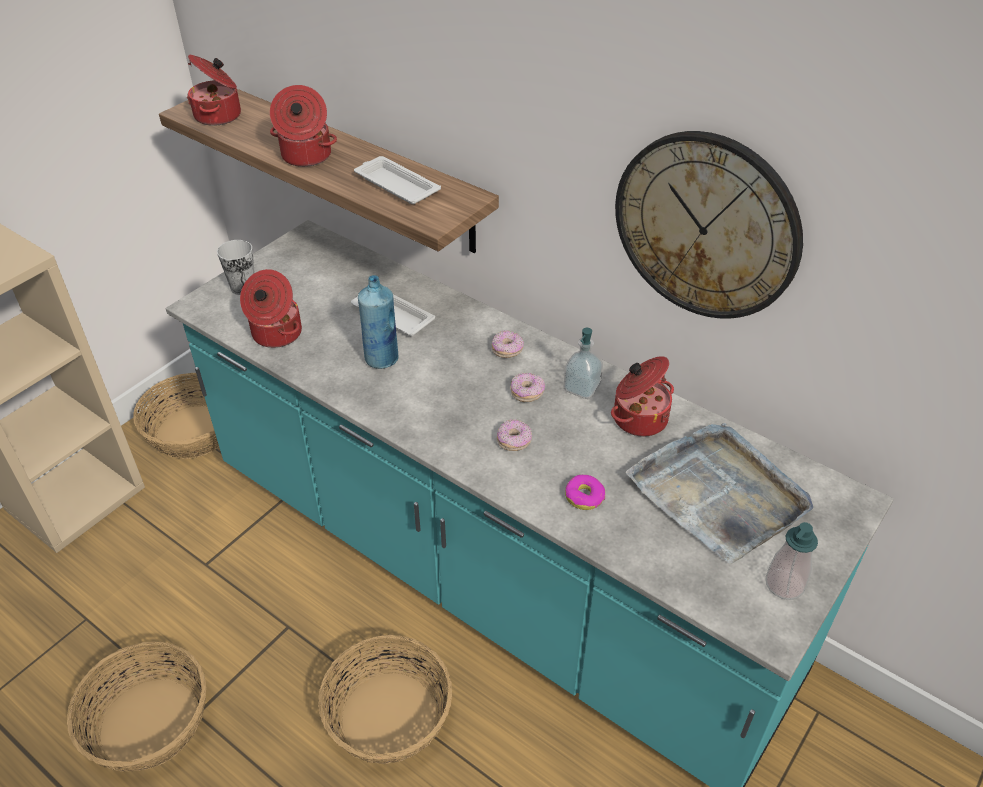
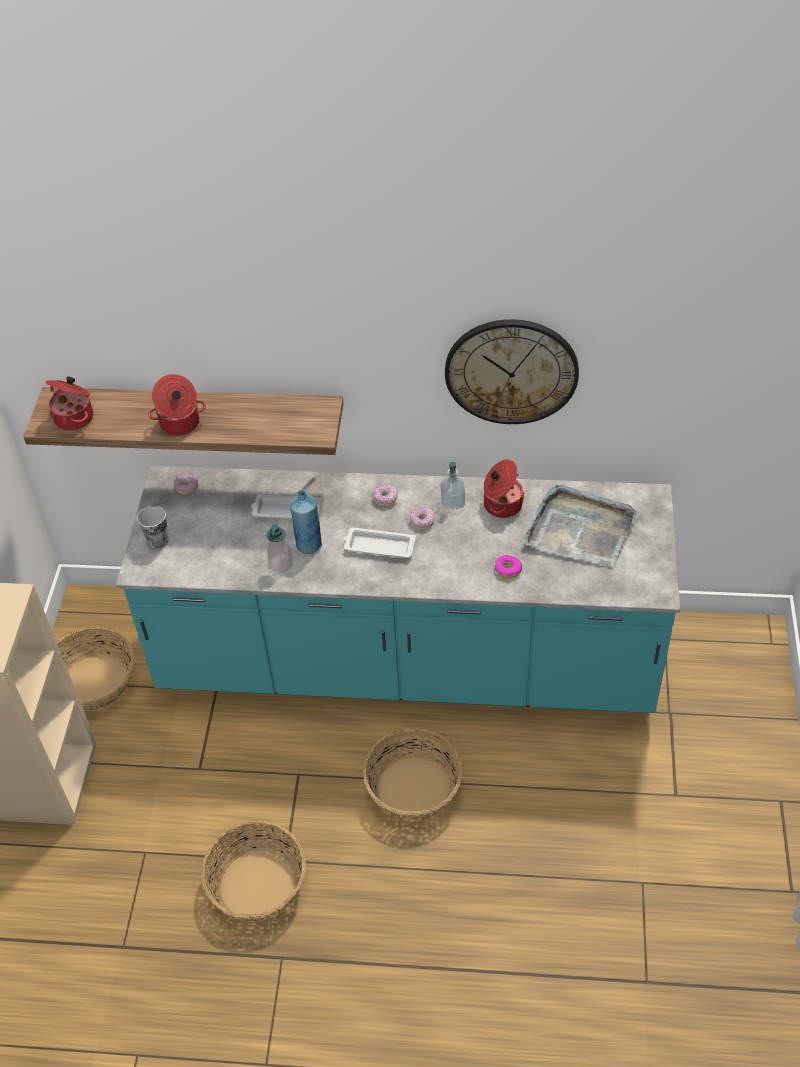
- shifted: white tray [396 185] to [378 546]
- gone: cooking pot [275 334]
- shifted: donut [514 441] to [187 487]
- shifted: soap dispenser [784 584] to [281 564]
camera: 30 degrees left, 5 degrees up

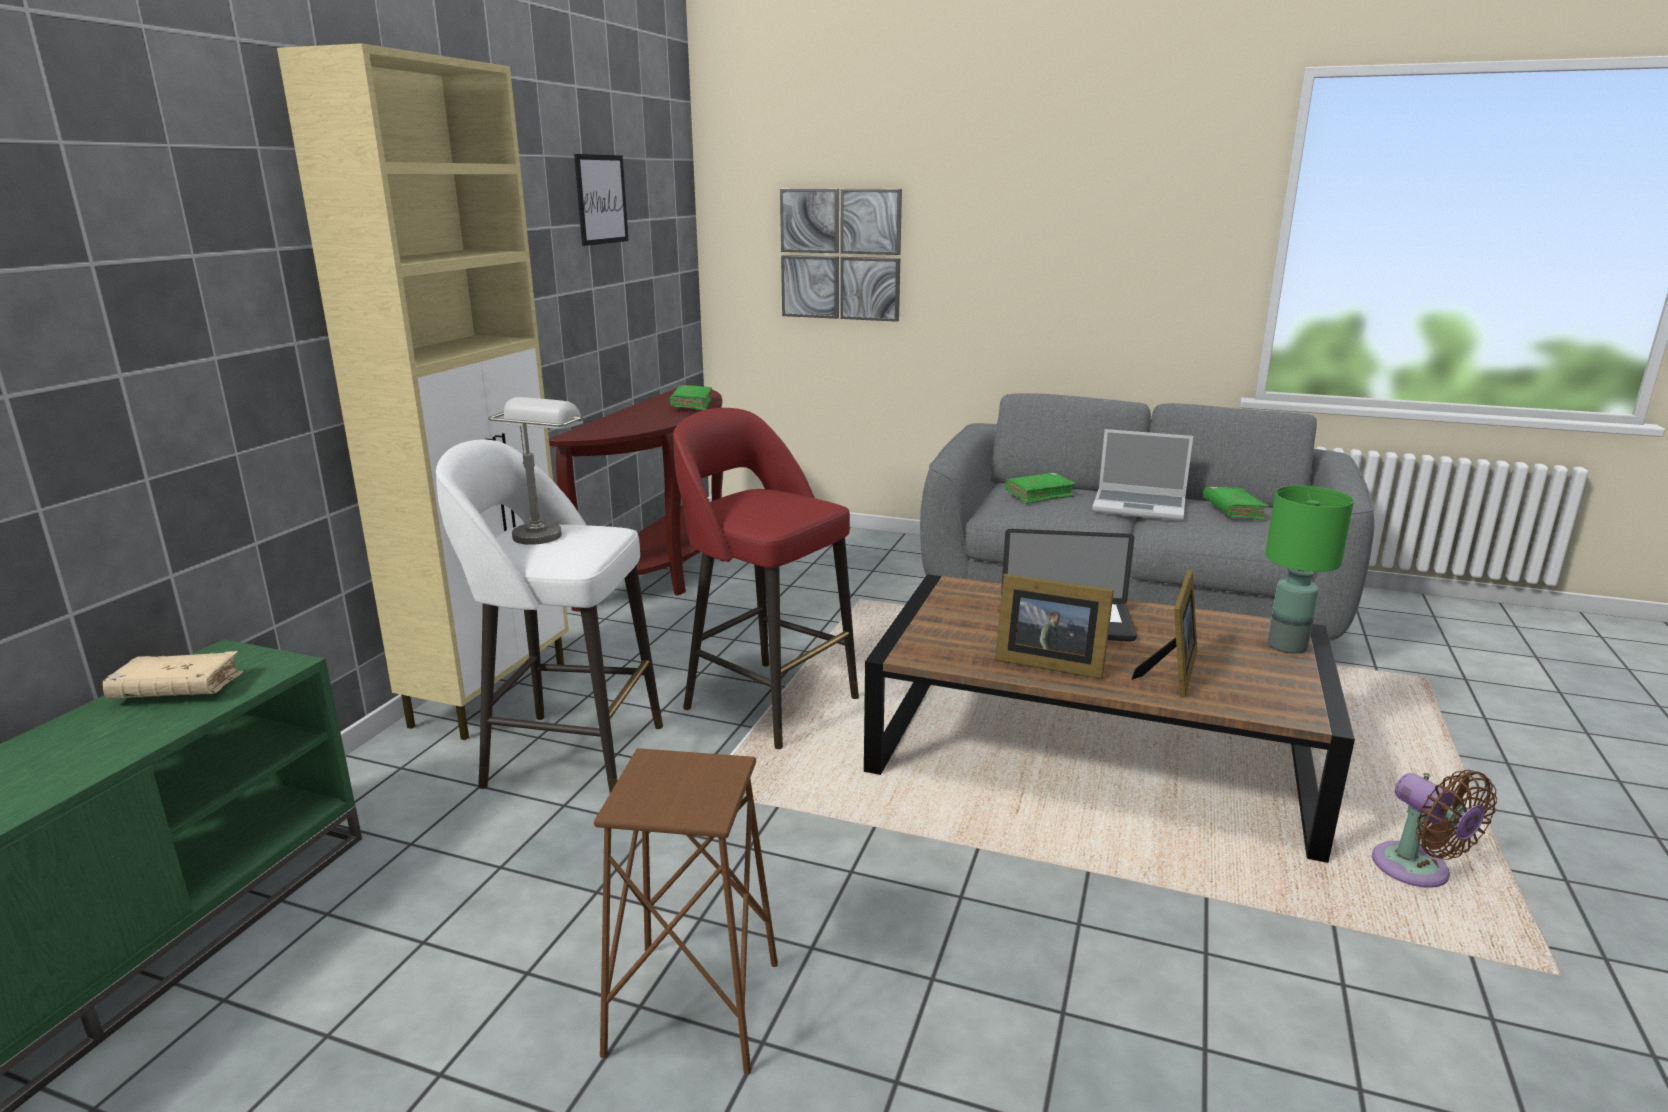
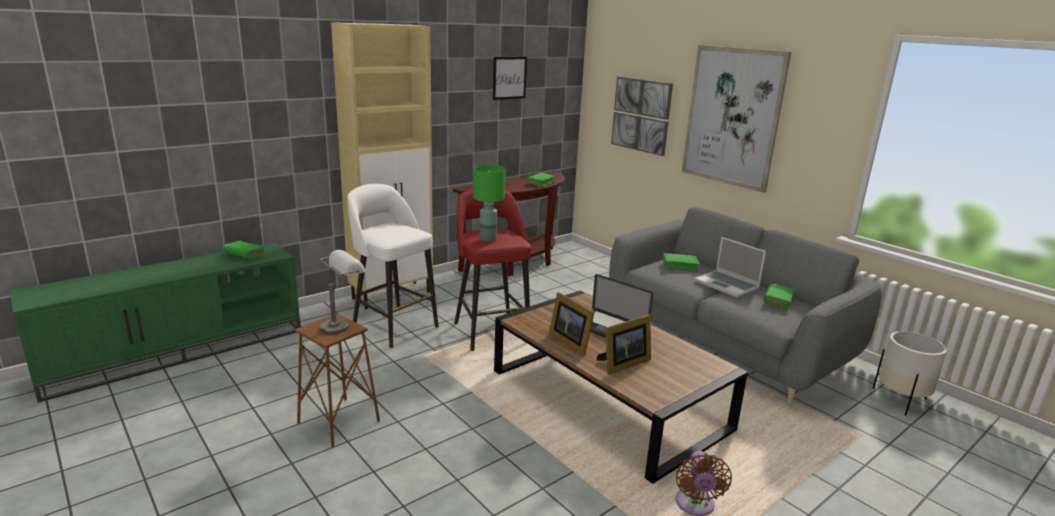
- shifted: grey table lamp [545 530] to [343 325]
- shifted: green table lamp [1286 646] to [487 239]
- repainted: beige book [177 690] to green book [244 255]
- new: picture [732 117]
- new: white planter [901 400]
camera: 30 degrees right, 0 degrees up

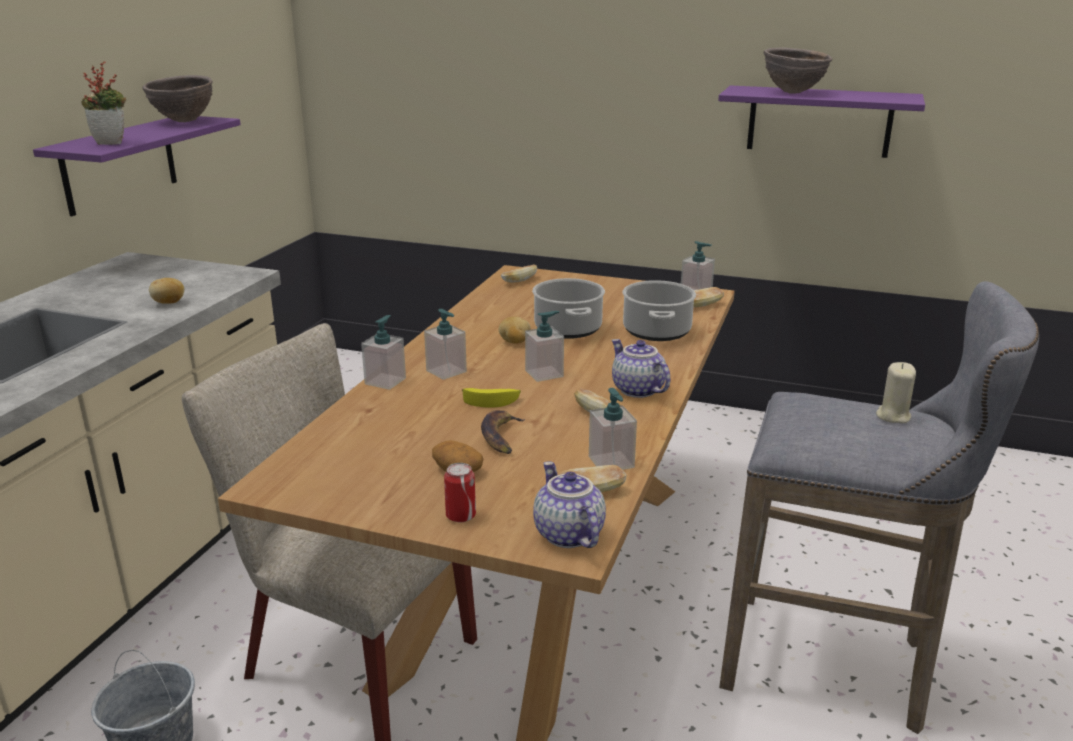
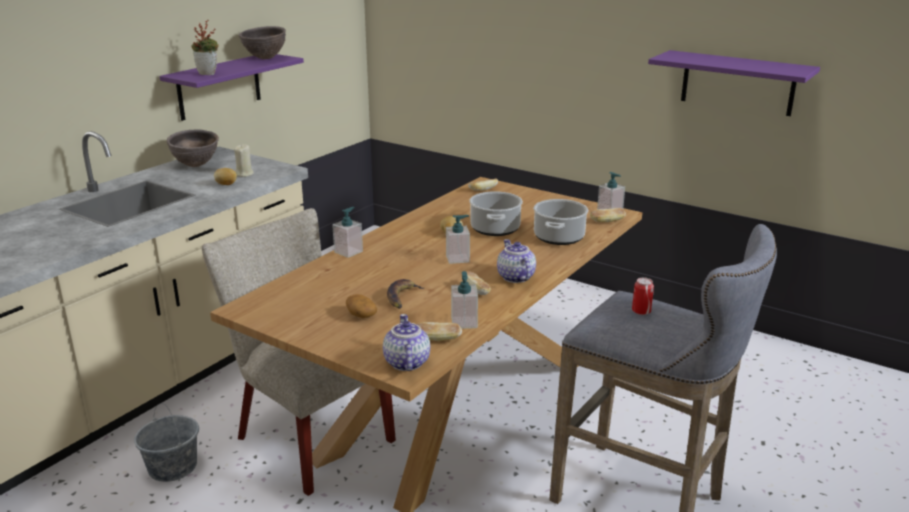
- shifted: brown bowl [793 93] to [196 165]
- gone: soap dispenser [446 371]
- shifted: beige candle [892 416] to [244 174]
- gone: banana [492 401]
- shifted: can [460 516] to [641 311]
camera: 15 degrees right, 0 degrees up

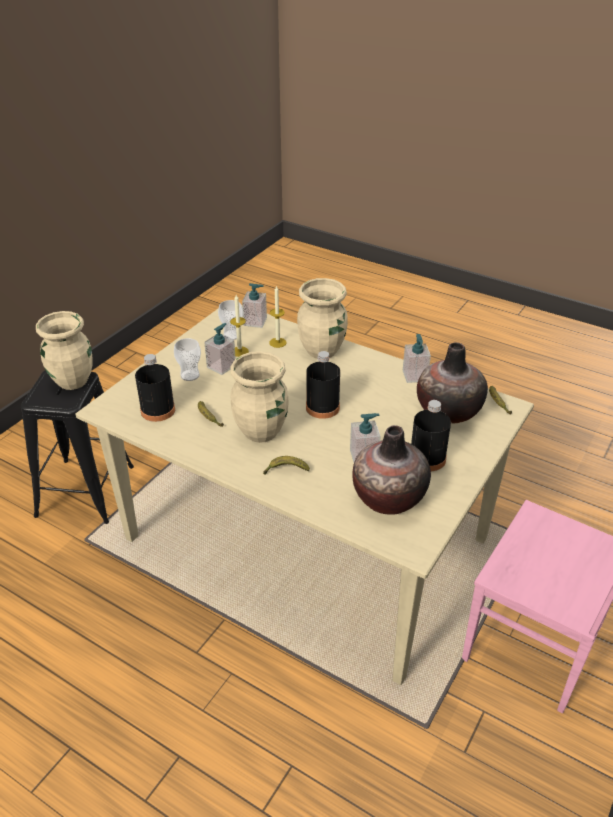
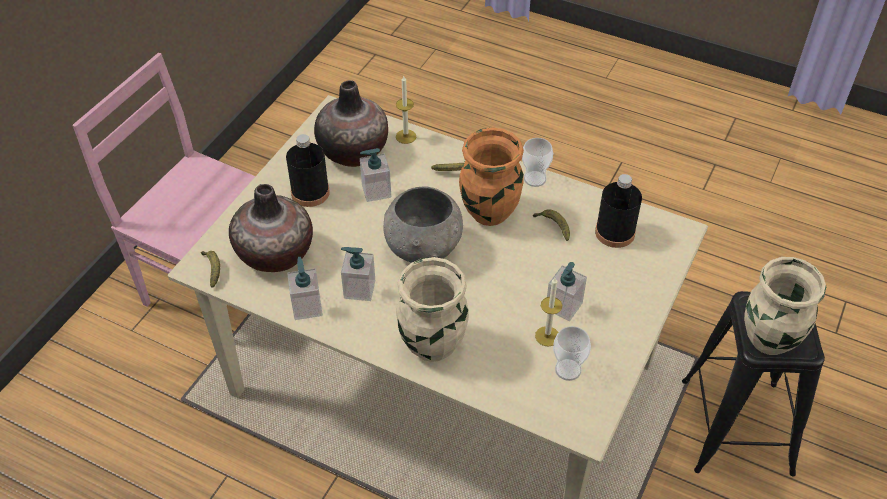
- shifted: soap dispenser [255 322] to [359 289]
- shifted: candle [277 342] to [406 136]
- shifted: cup [190 375] to [535 179]
- repainted: beige vase [261 431] to orange vase [488 213]
- swapped: black bottle [322 407] to grey bowl [424 249]
camera: 175 degrees right, 10 degrees up

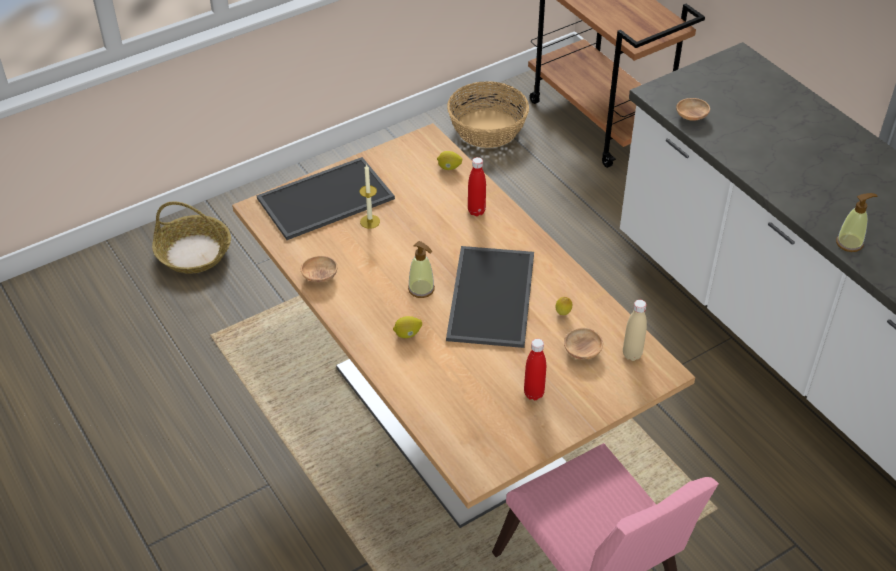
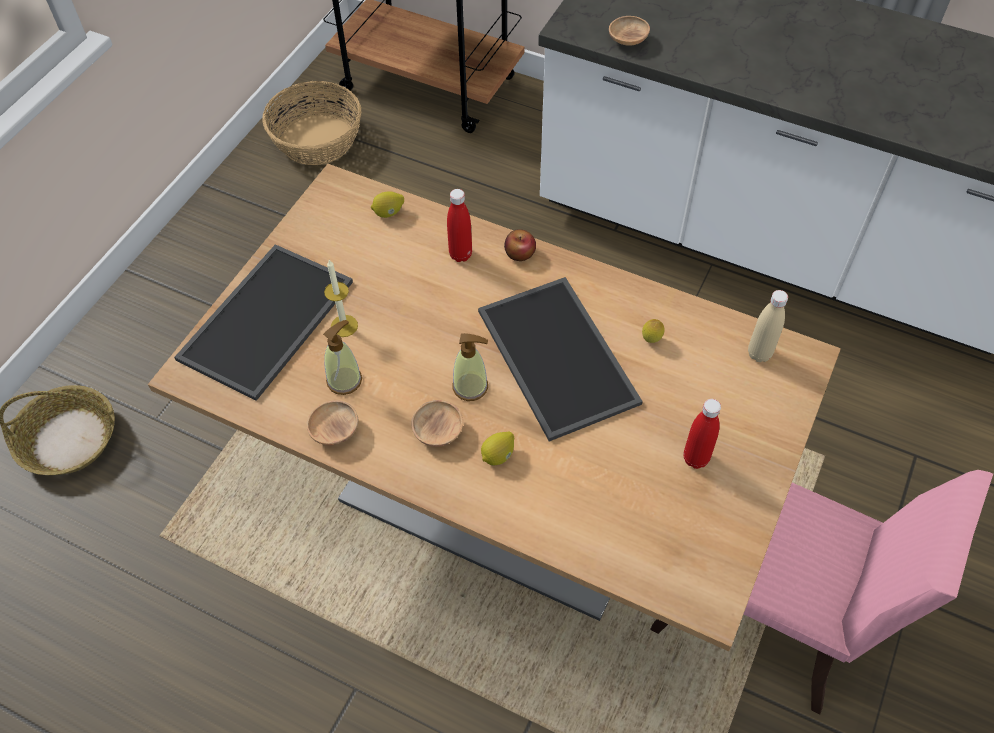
- shifted: soap dispenser [849 243] to [344 380]
- shifted: brown bowl [582 351] to [438 431]
- new: apple [520 253]
camera: 30 degrees left, 10 degrees up

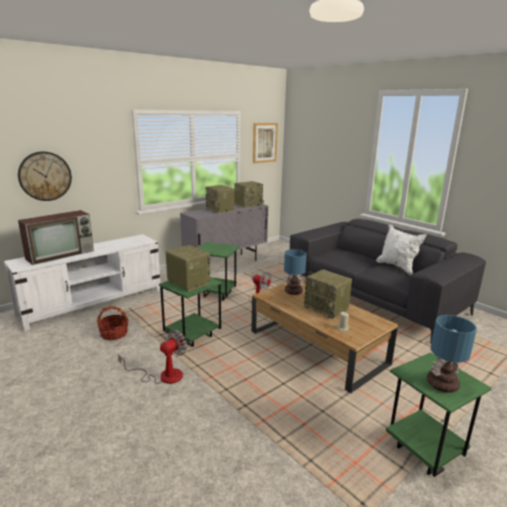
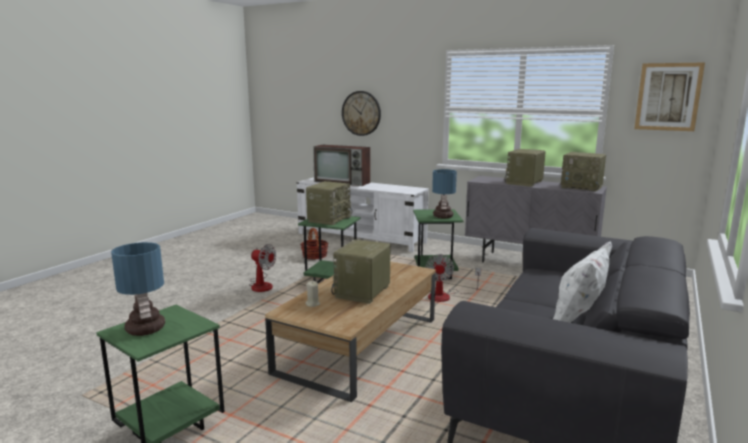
- shifted: table lamp [292 292] to [442 216]
camera: 70 degrees right, 5 degrees down

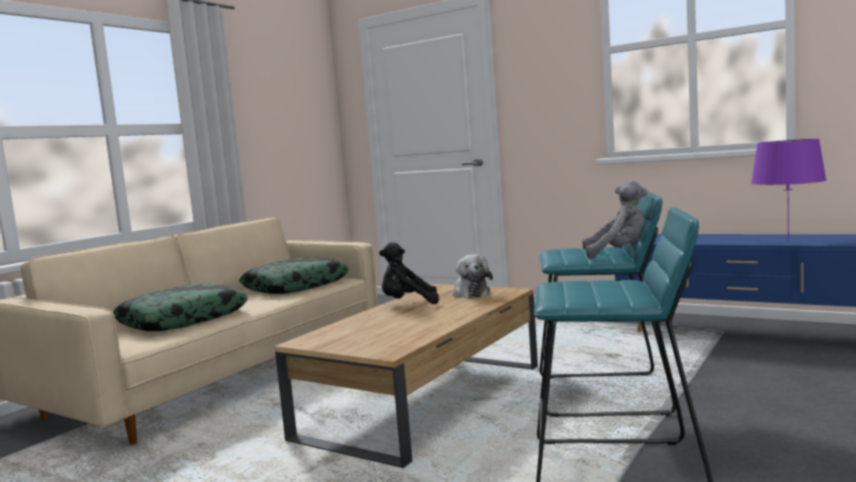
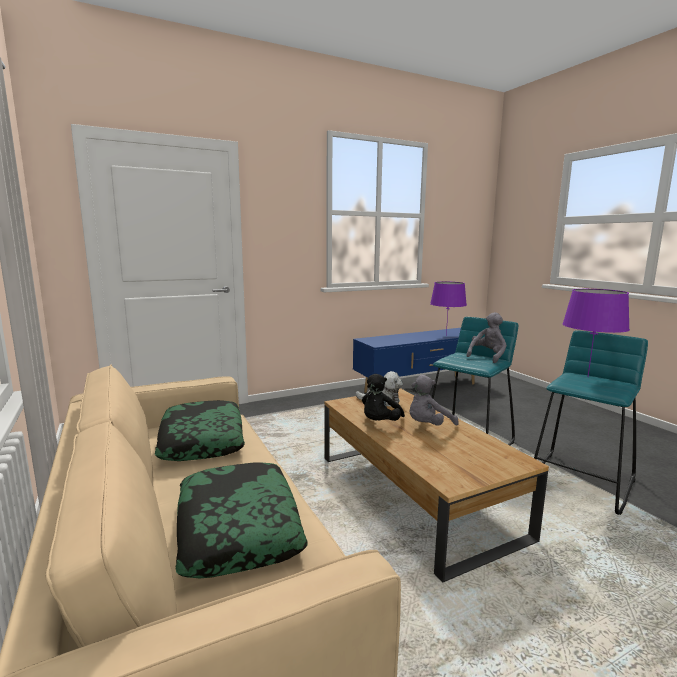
- new: purple table lamp [588 377]
- new: grey plush toy [428 426]
camera: 60 degrees left, 5 degrees up

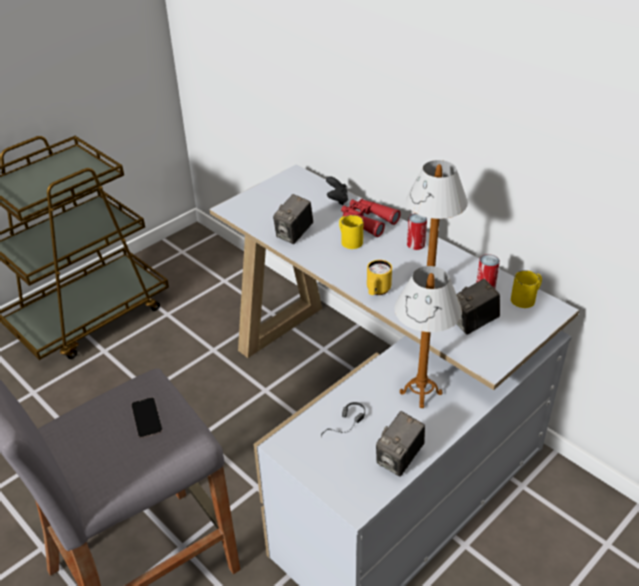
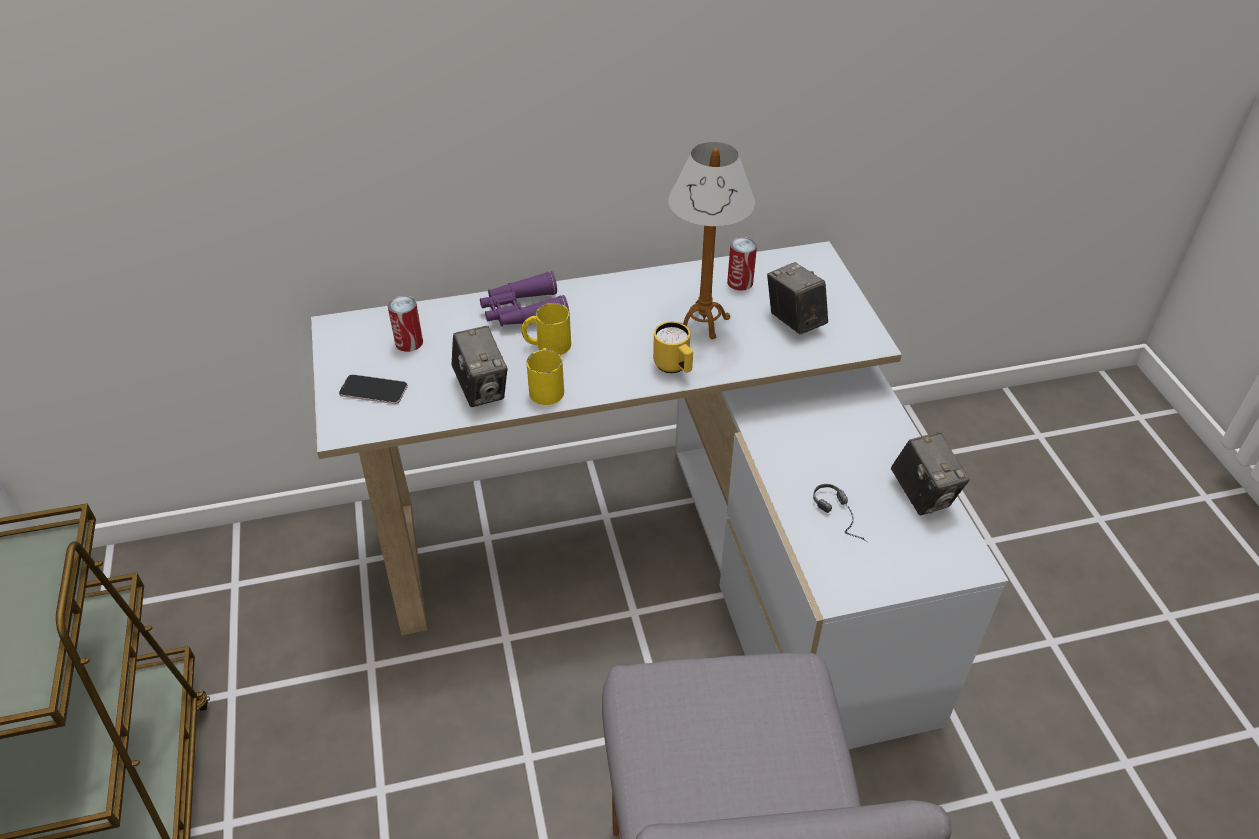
- gone: black game controller [337 200]
- repainted: red binoculars [367 221] to purple binoculars [523 312]
- shifted: can [415 244] to [409 342]
- gone: table lamp [420 393]
- shifted: yellow mug [526 298] to [546 387]
- rotated: photo camera [473 323] = [794 321] 150 degrees clockwise
- shifted: phone [146 418] to [373 390]
camera: 60 degrees left, 5 degrees up

